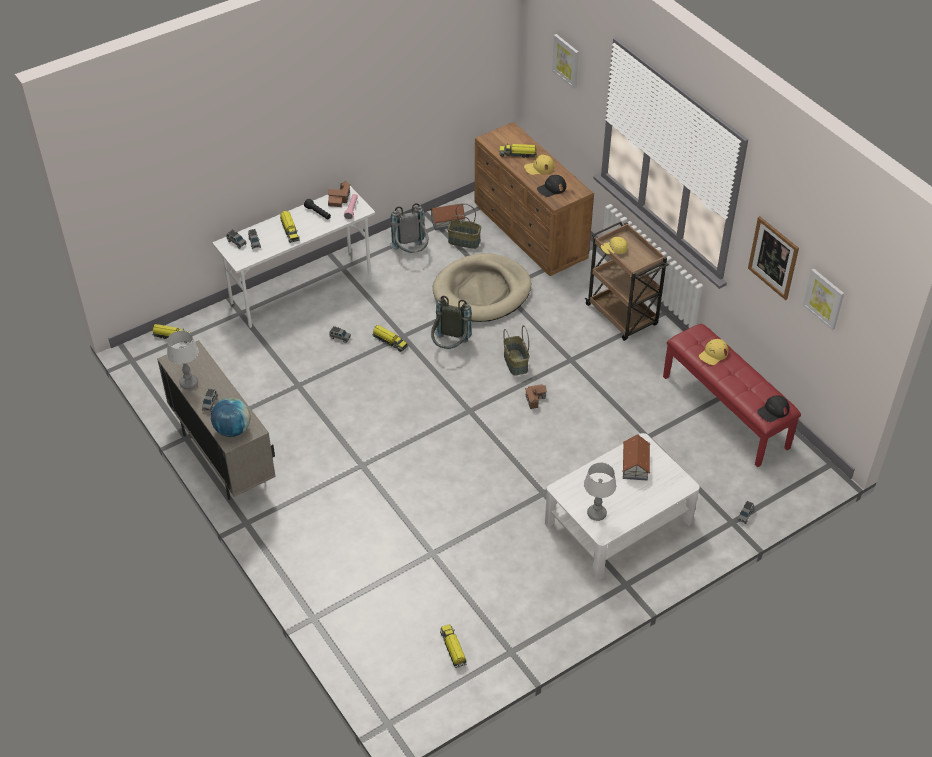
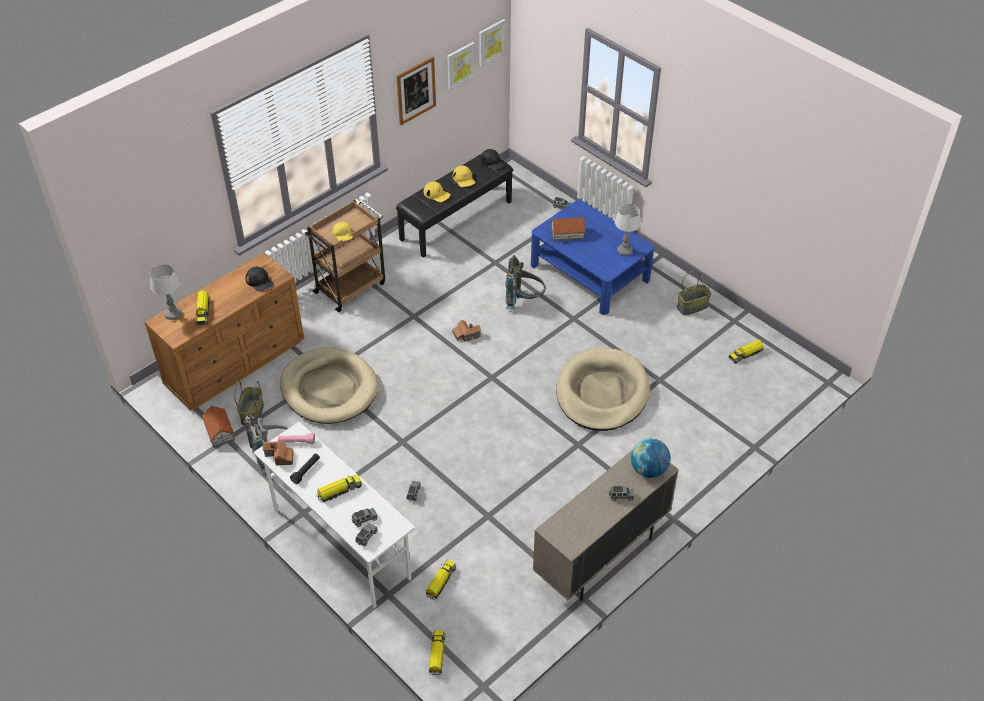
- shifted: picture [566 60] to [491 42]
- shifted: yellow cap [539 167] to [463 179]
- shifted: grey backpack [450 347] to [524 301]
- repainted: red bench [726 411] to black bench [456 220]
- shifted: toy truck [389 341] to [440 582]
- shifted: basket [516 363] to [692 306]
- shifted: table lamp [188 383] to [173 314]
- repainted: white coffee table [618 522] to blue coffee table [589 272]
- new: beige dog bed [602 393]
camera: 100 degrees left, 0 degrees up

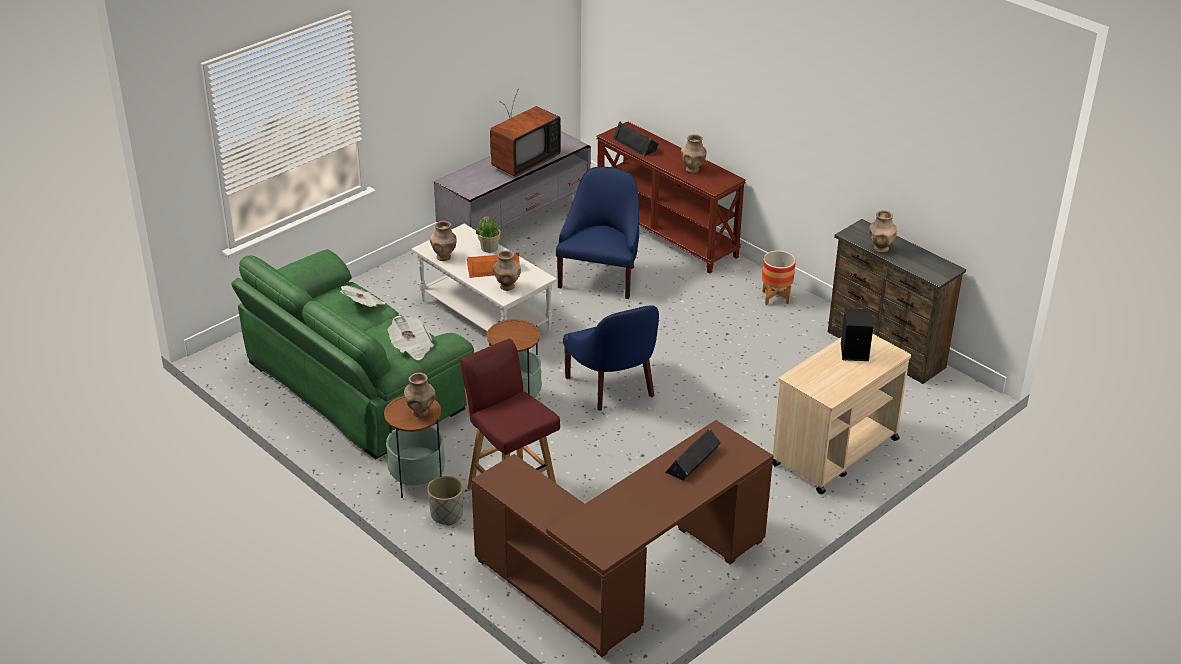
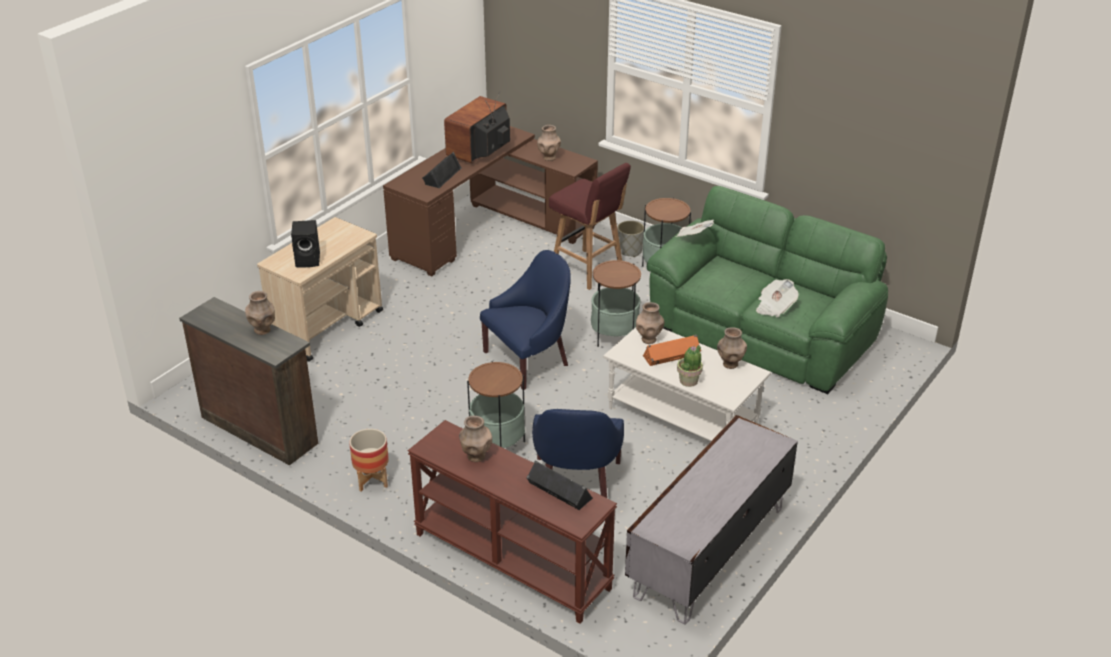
- shifted: television [522 162] to [481 152]
- rotated: blue armchair [614 386] = [529 360] 90 degrees clockwise
- shifted: brown vase [420 412] to [549 158]
- new: side table [497 444]
camera: 170 degrees right, 0 degrees up

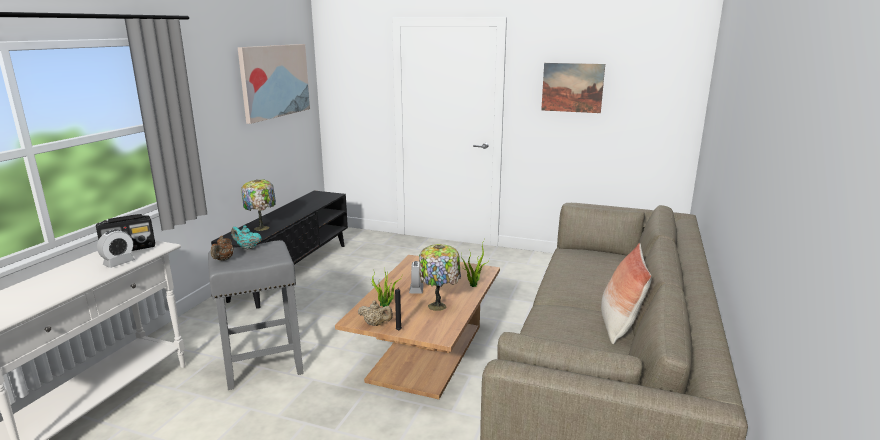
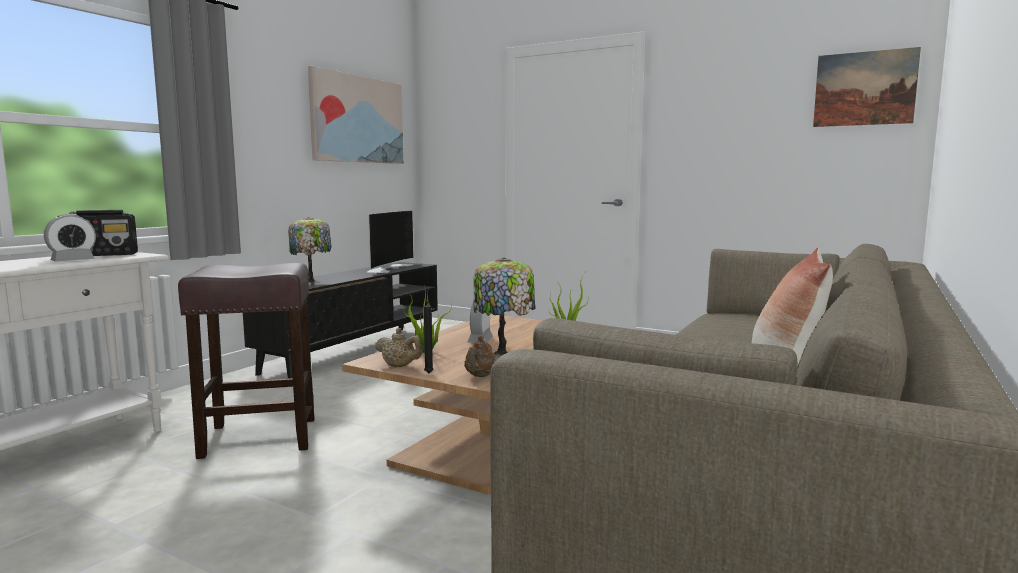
- shifted: picture [572 87] to [864 88]
- gone: turquoise teapot [247 248]
- shifted: brown teapot [223 259] to [480 376]
- repainted: grey stool [261 366] to brown stool [257 438]
- new: television [388 268]
camera: 10 degrees right, 10 degrees down

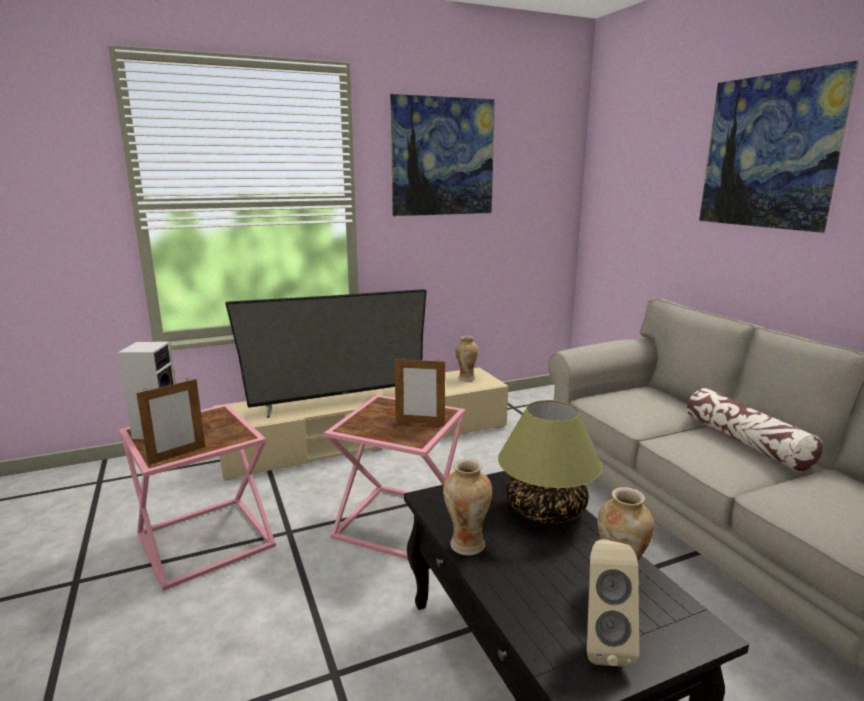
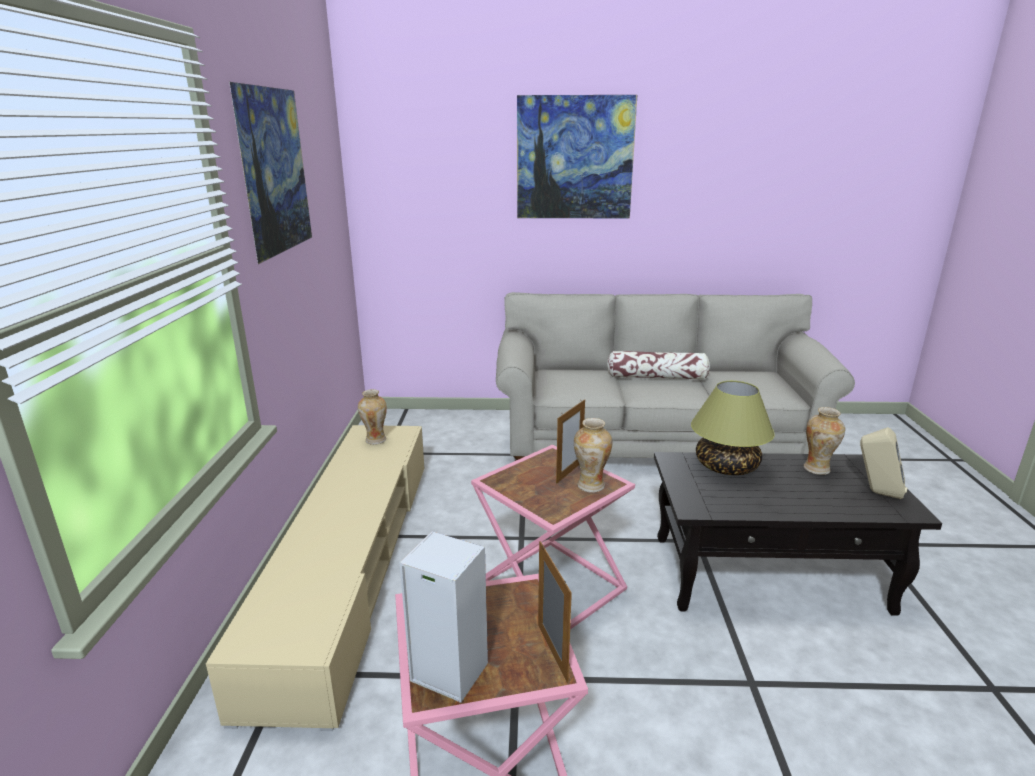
- gone: television [338 400]
- shifted: vase [466 545] to [590 486]
camera: 65 degrees left, 5 degrees up

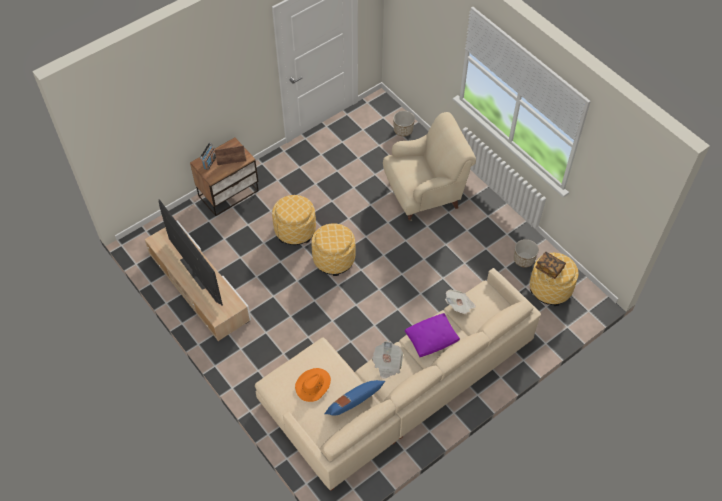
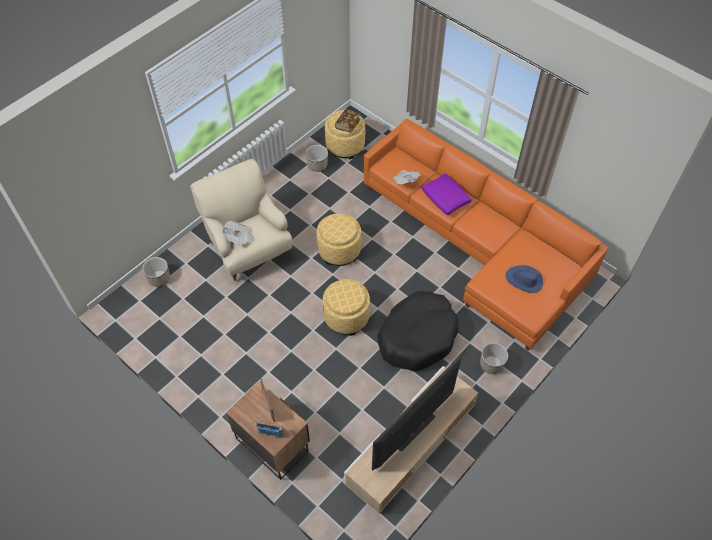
- shifted: ottoman [295 230] to [339 250]
- repainted: beige sofa [395 390] to orange sofa [480 245]
- shifted: newspaper [387 364] to [240 238]
- repainted: orange hat [313 385] to blue hat [524 280]
- gone: blue pillow [354 403]
- new: black dog bed [417 336]
- new: planter [491 364]
camera: 100 degrees left, 0 degrees up

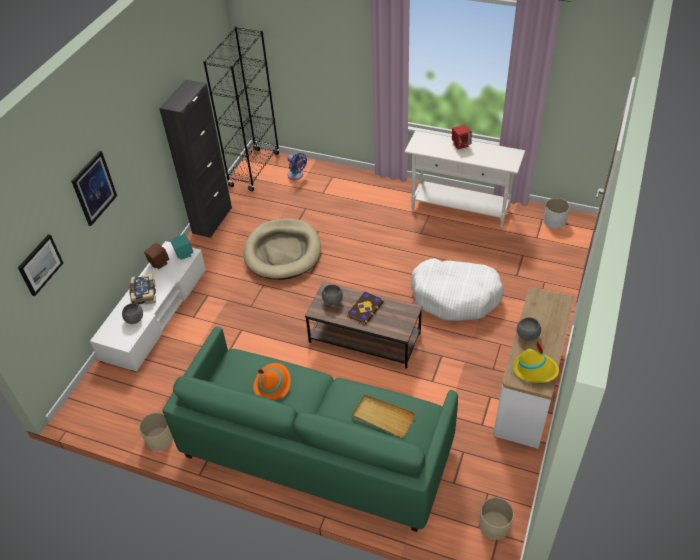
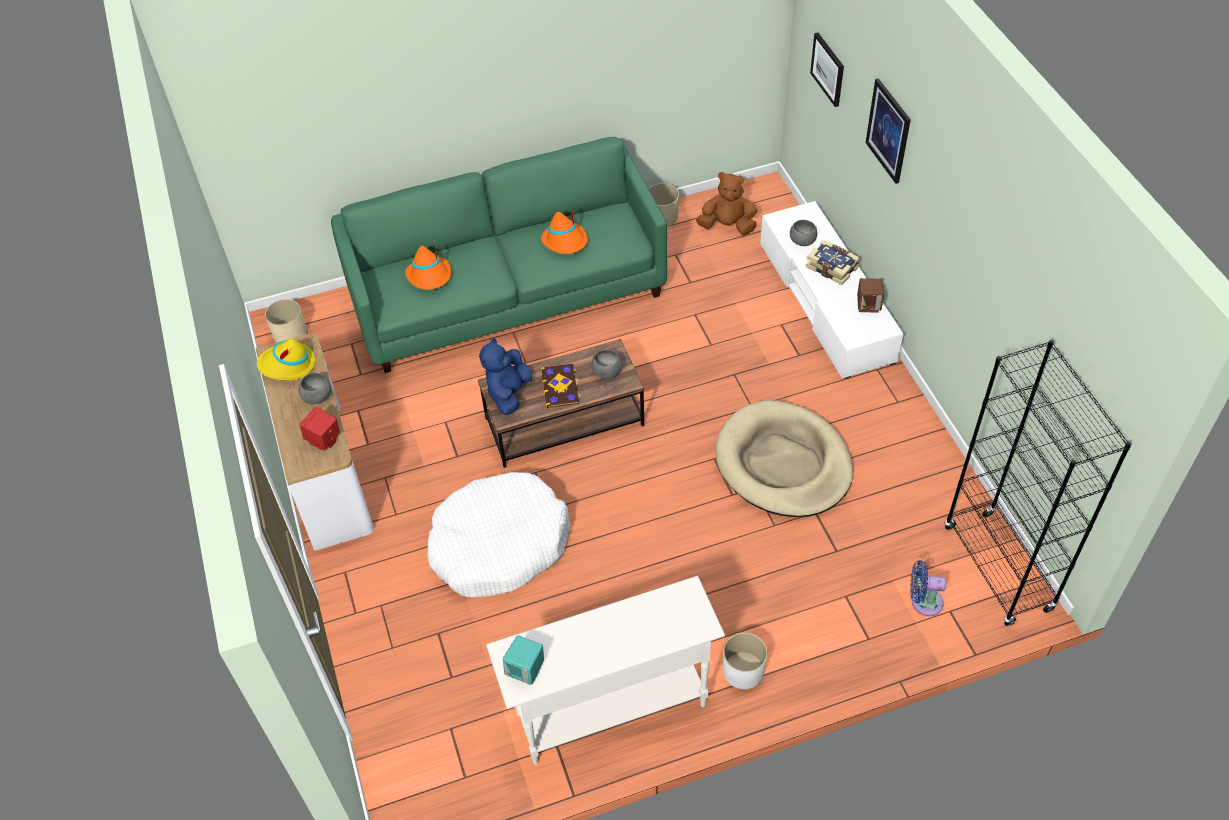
- gone: black cabinet [212 220]
- shifted: red speaker [460 144] to [324 440]
- shifted: white planter [554 221] to [743 670]
- shifted: turquoise speaker [183 254] to [526 670]
- swapped: beige tray [383 417] to orange hat [430 276]
- new: brown plush toy [727 226]
- new: blue plush toy [508 393]
camera: 140 degrees right, 5 degrees up

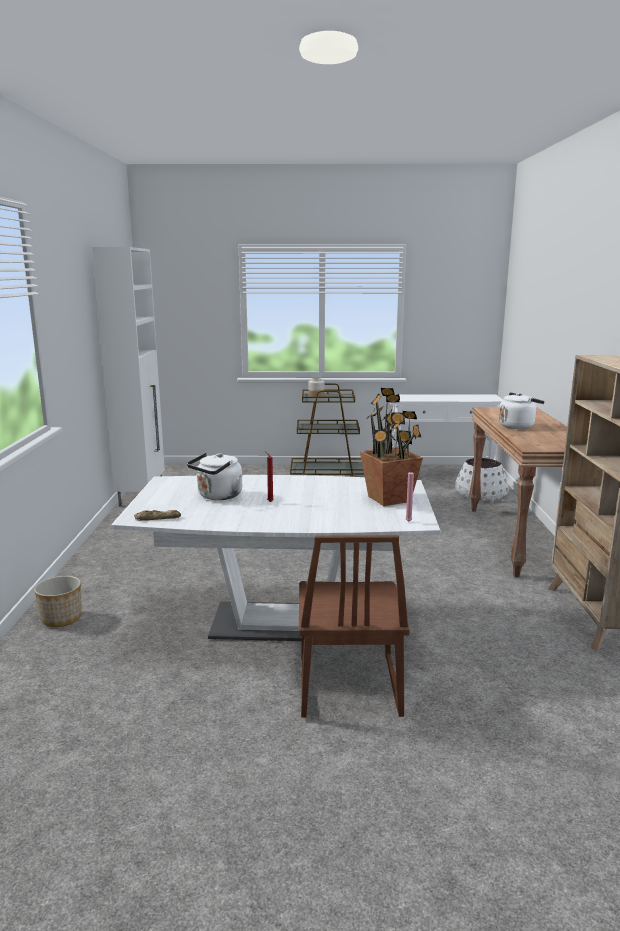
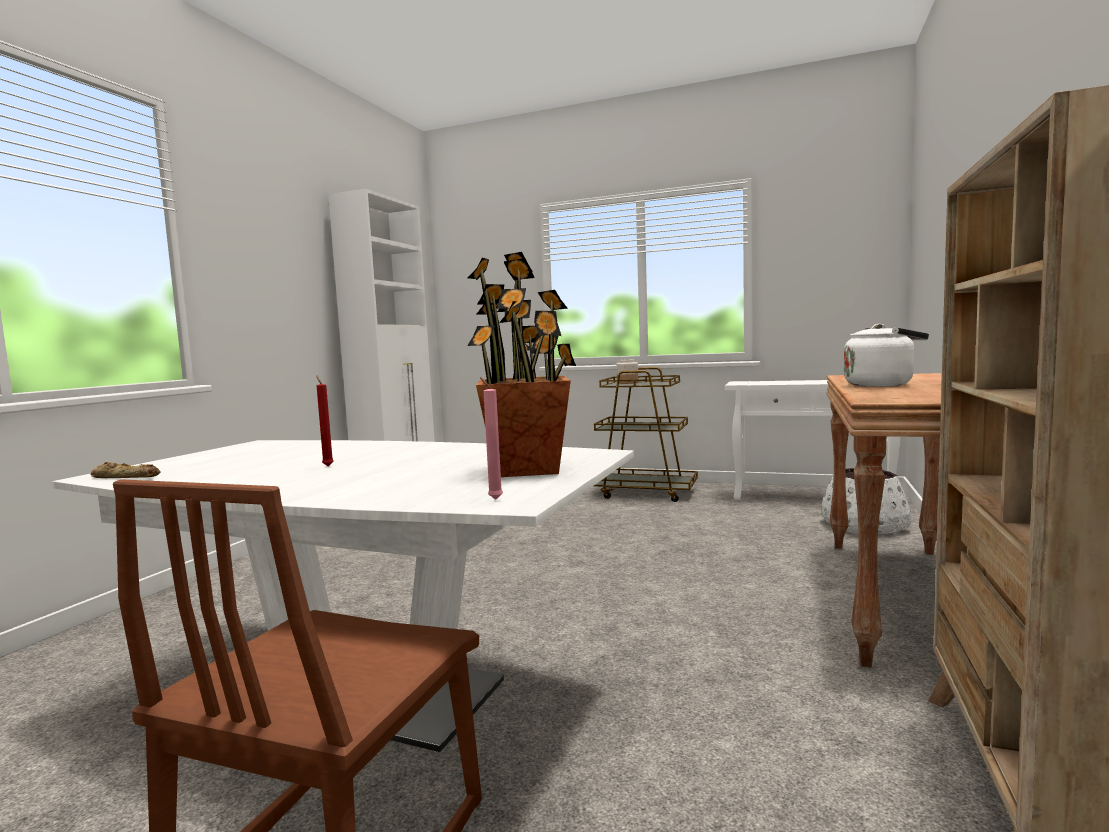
- gone: white kettle [218 496]
- gone: planter [61 618]
camera: 20 degrees right, 10 degrees down

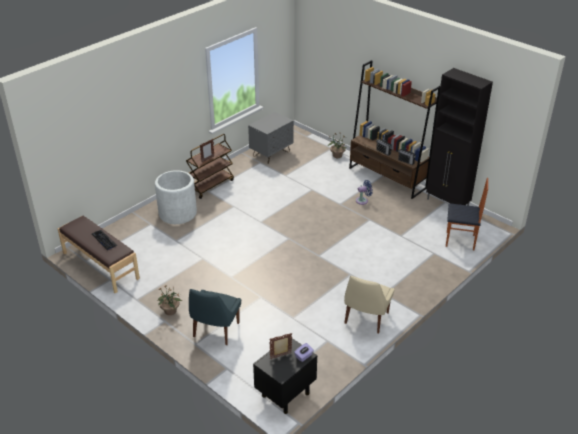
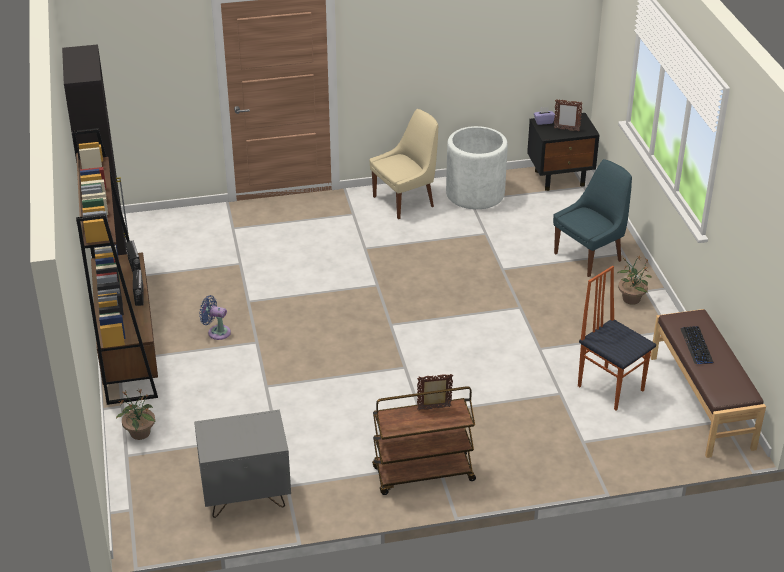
- shifted: white planter [177 213] to [475 194]
- shifted: chair [460 241] to [611 387]
camera: 145 degrees left, 0 degrees up

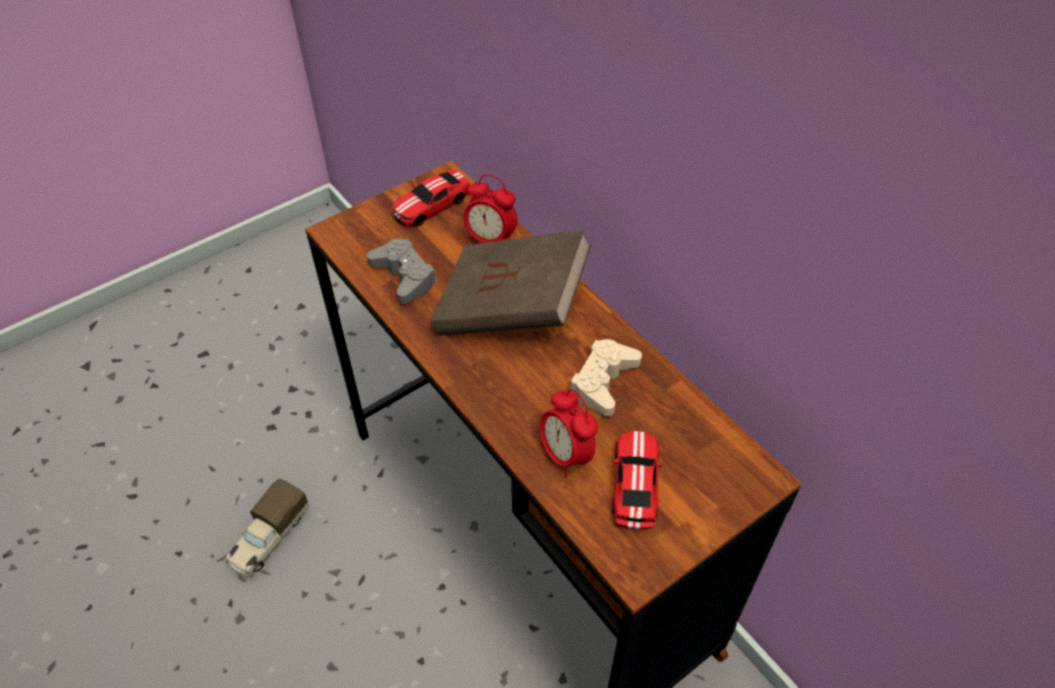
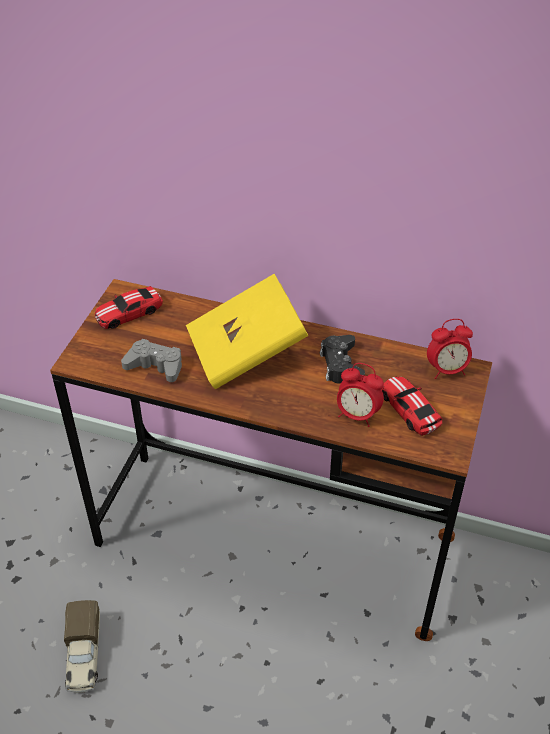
- rotated: toy car [432 205] = [129 313] 45 degrees clockwise
- shifted: alarm clock [490 240] to [446 370]
- repainted: brown book [511 310] to yellow book [246 352]
- repainted: beige game controller [603 382] to black game controller [341 364]
camera: 35 degrees left, 5 degrees down

